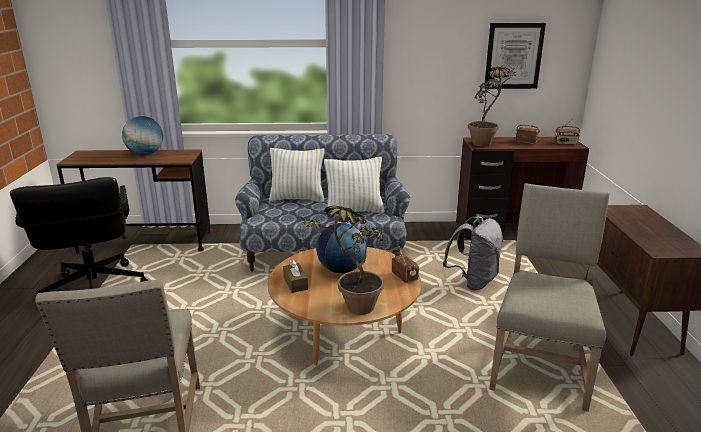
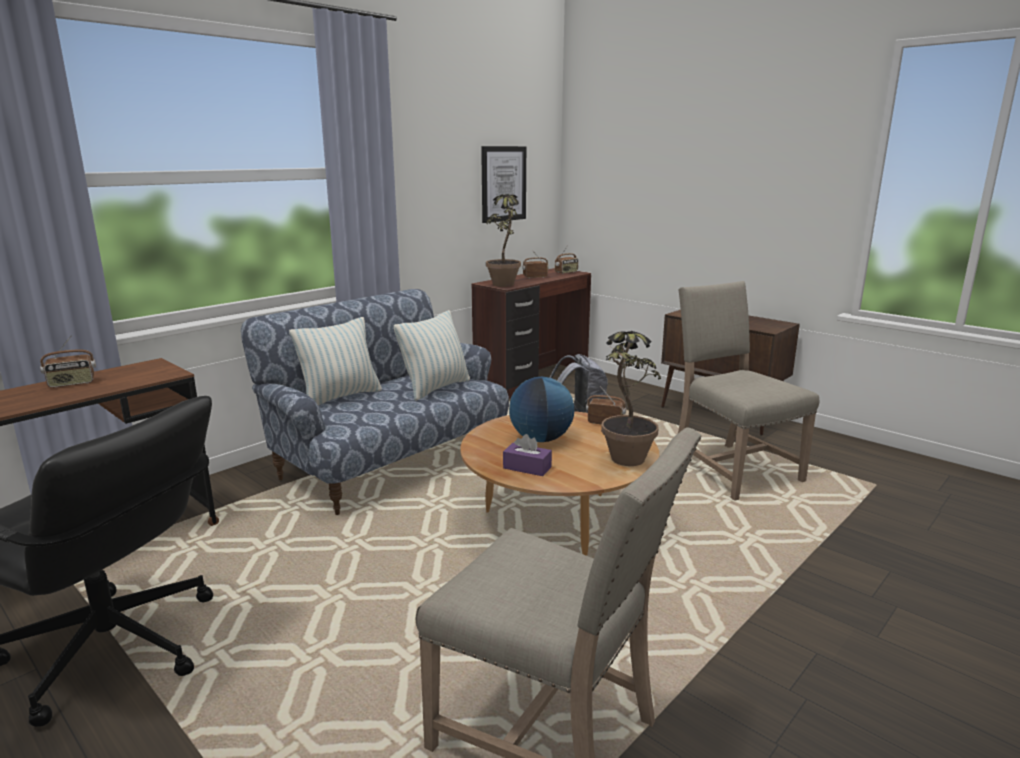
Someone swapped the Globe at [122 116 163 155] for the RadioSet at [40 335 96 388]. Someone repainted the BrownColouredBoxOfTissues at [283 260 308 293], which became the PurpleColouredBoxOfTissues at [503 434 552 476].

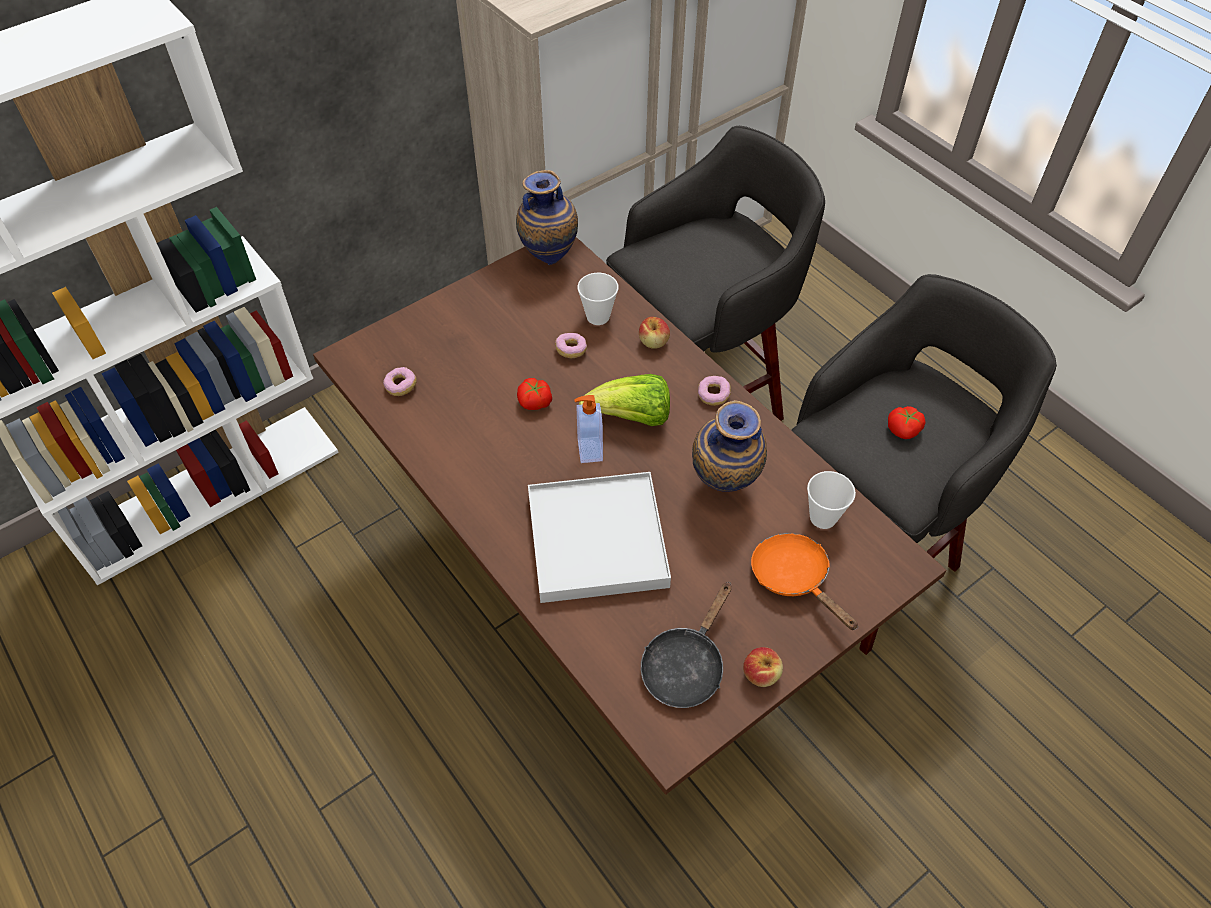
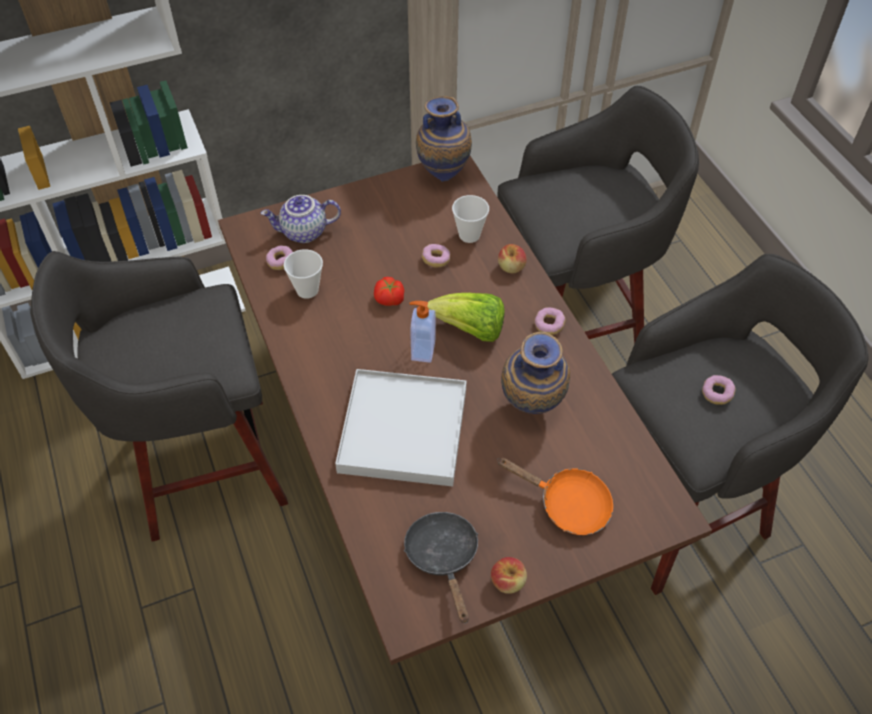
Someone swapped the FreshTomato at [888 406 926 439] for the RingDoughnut at [702 375 736 405]. Someone carried the SmallCup from [807 471 856 529] to [284 249 323 299]. Someone rotated the OrangePan at [751 533 858 630] by 135 degrees clockwise. Someone rotated the BlackPan at [641 582 731 708] by 120 degrees clockwise. Someone put down the TeaPot at [261 195 341 243]. Someone put down the GreyishSittingStool at [30 251 288 542].

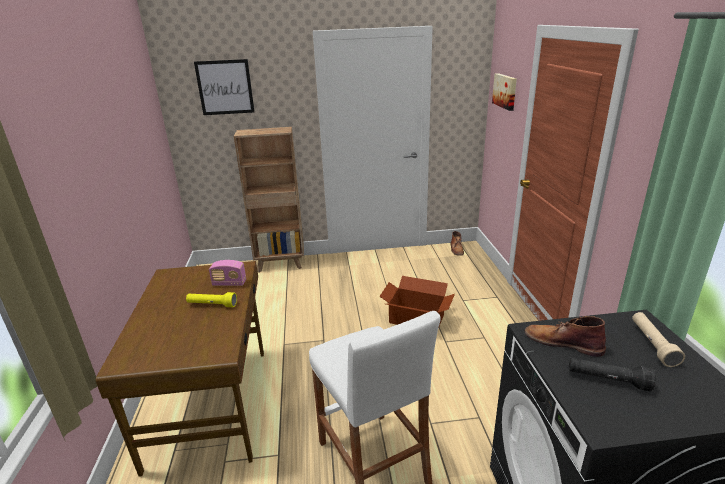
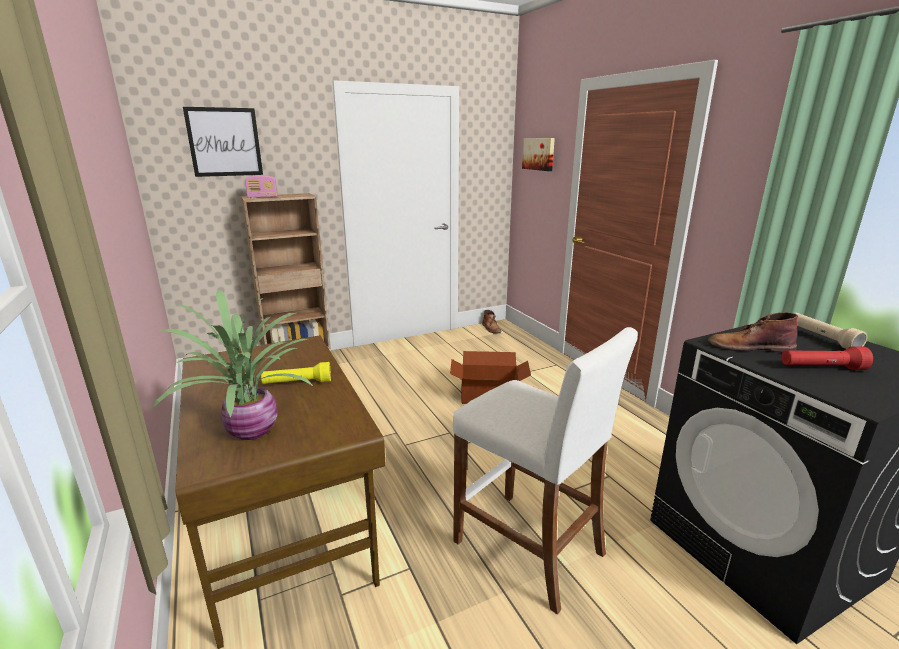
Someone carried the RadioSet from [209 260 246 286] to [245 175 278 198]. Someone repainted the BlackHandTorch at [569 358 655 392], which became the RedHandTorch at [781 346 873 370]. Someone put down the Houseplant at [152 290 314 440].

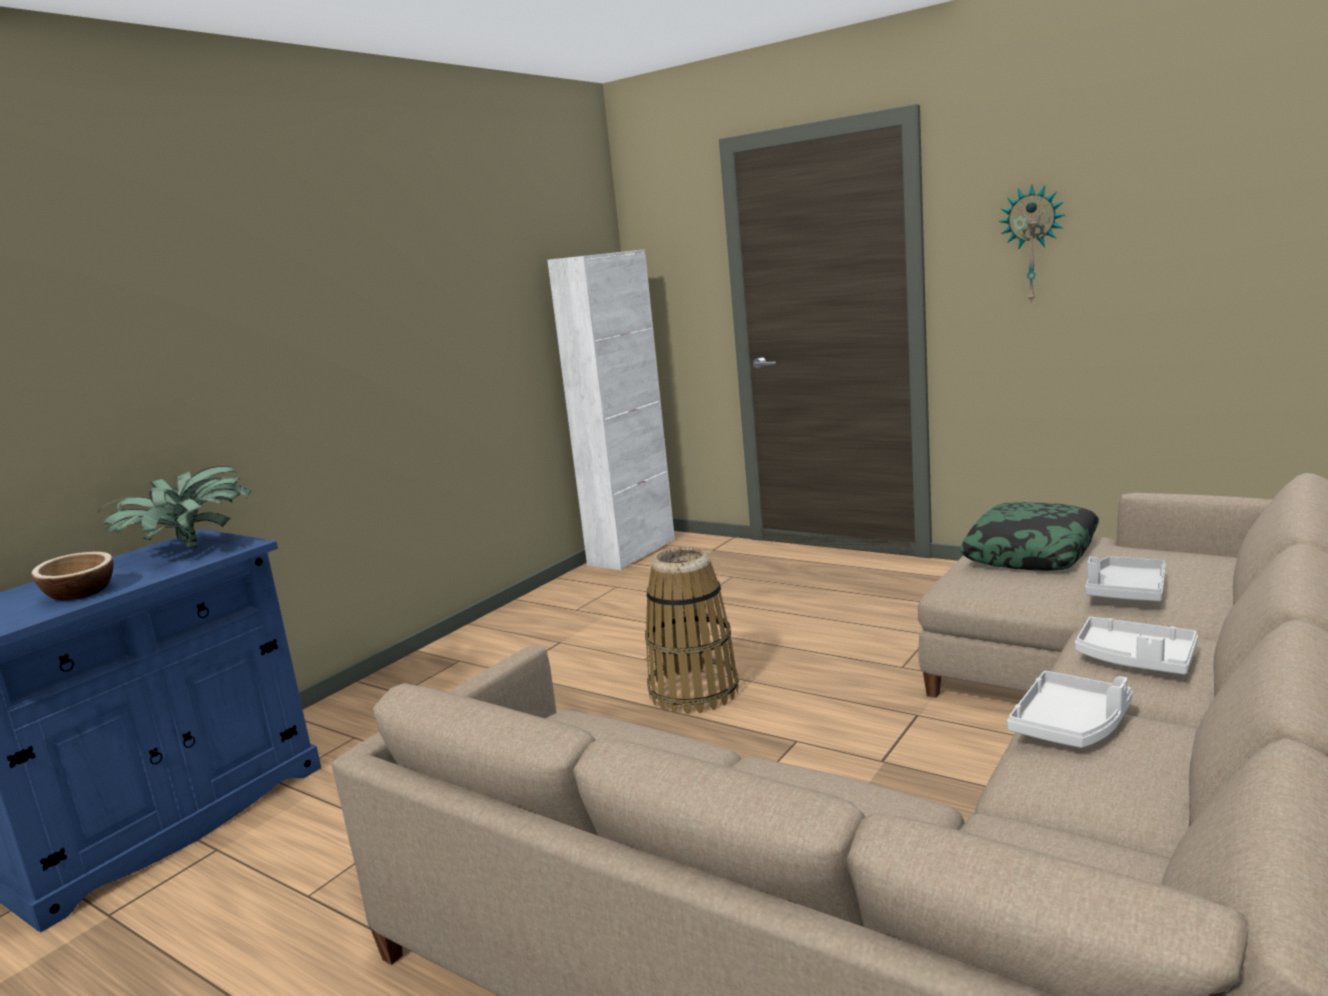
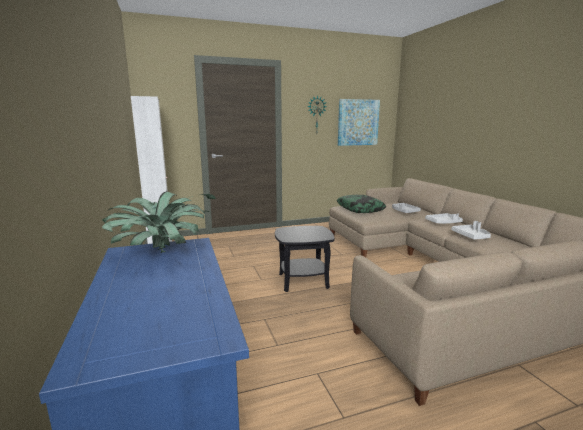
Someone swapped the StorageBasket at [645 547 739 714] for the BlackAccentTable at [275 226 334 292]. Someone took away the ServingBowl at [31 552 113 601]. Someone put up the Picture at [338 99 380 146].

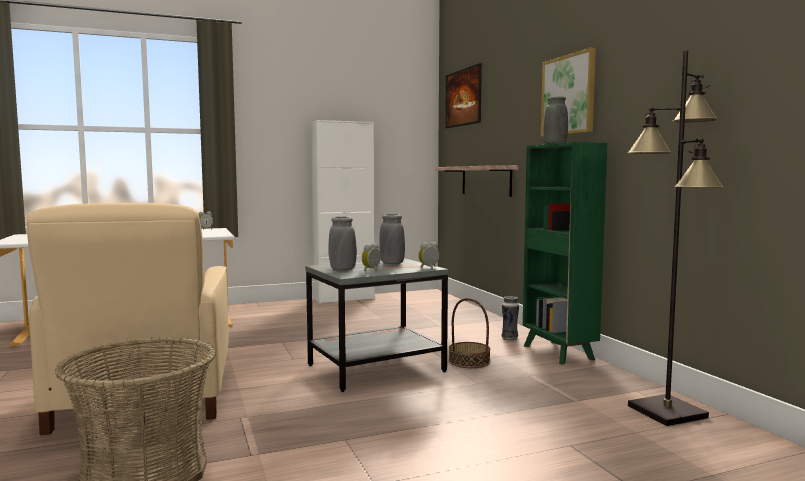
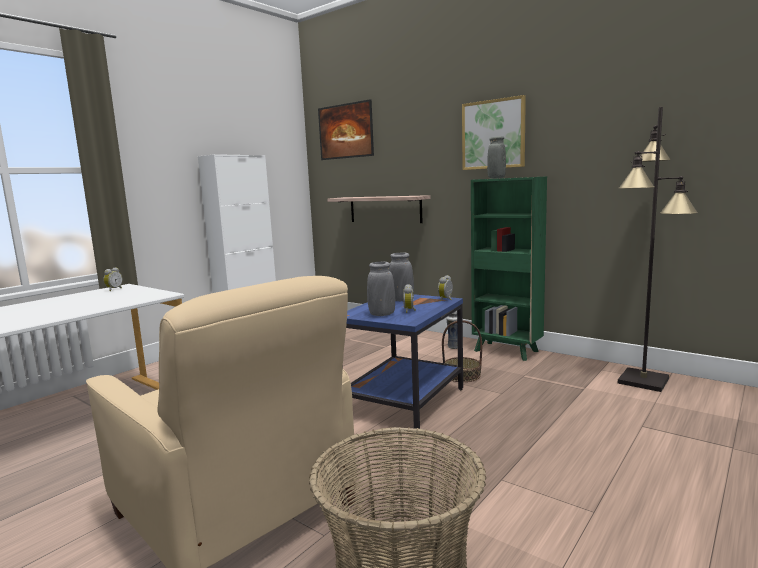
Someone repainted the GreyishAccentTable at [305 258 448 392], which became the BluishAccentTable at [346 294 463 429].

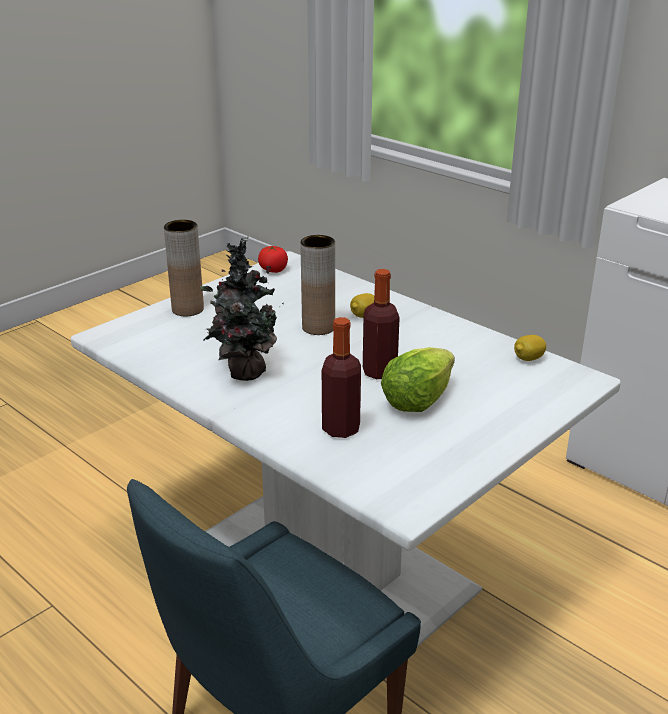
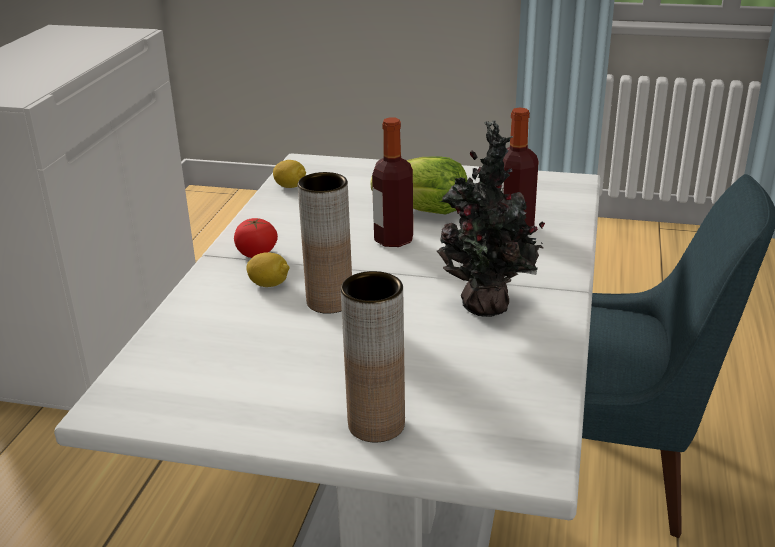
Someone carried the FreshTomato from [258 246 288 273] to [234 218 278 258].

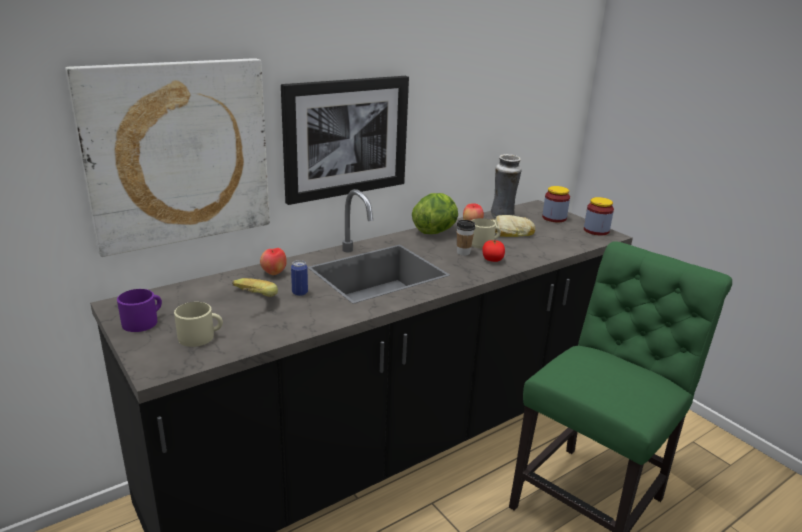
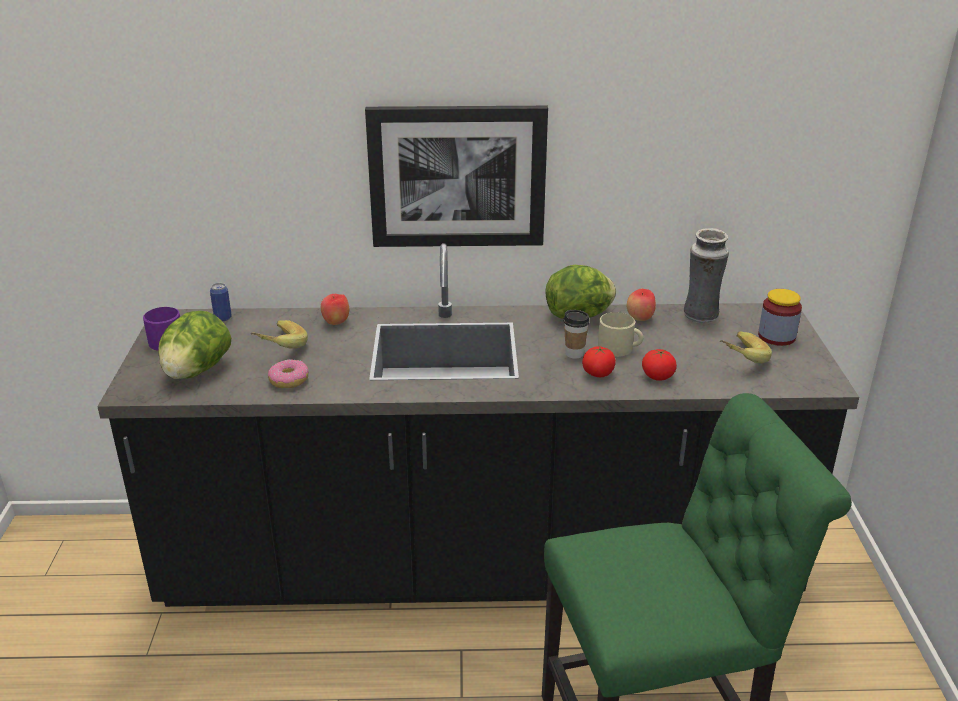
Someone took away the Picture at [65 58 270 257]. Someone took away the StorageJar at [584 197 614 236]. Someone took away the Bread at [492 215 536 237]. Someone carried the MetalCan from [291 260 308 296] to [210 283 232 321]. Someone swapped the SandColouredMug at [174 302 223 347] for the LettuceHead at [159 311 231 379]. Someone put down the BananaFruit at [720 331 772 363]. Someone put down the FreshTomato at [642 349 677 381]. Someone put down the RingDoughnut at [268 359 309 388].

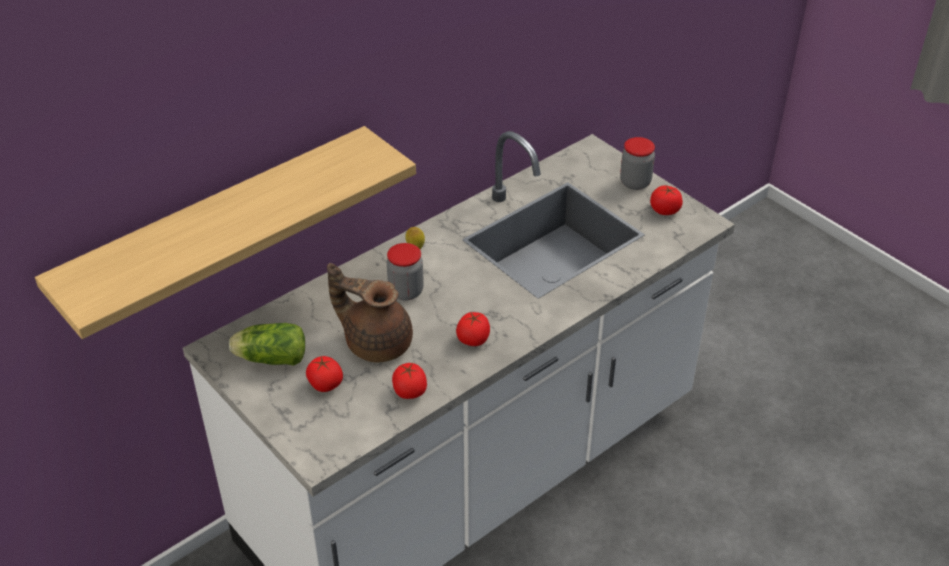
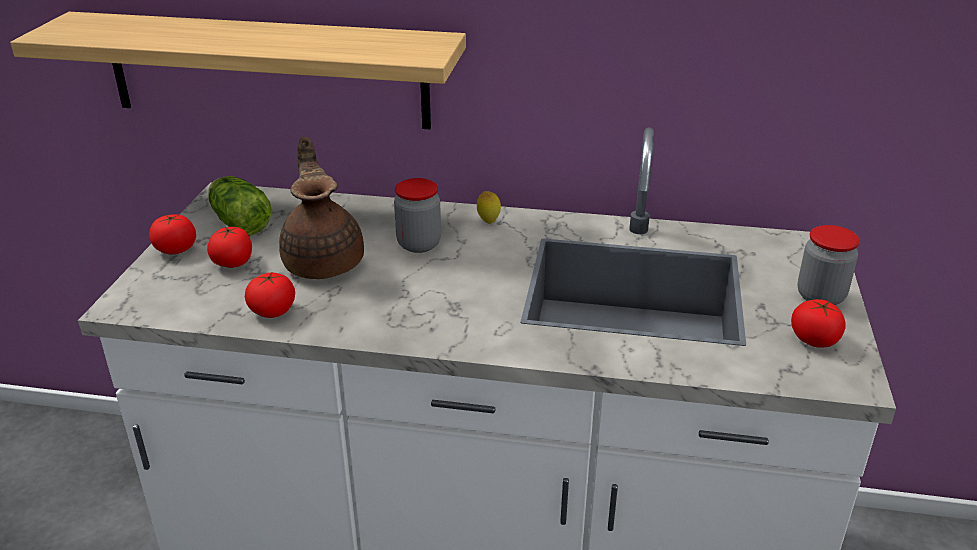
Someone carried the FreshTomato from [456 312 490 346] to [149 214 196 255].

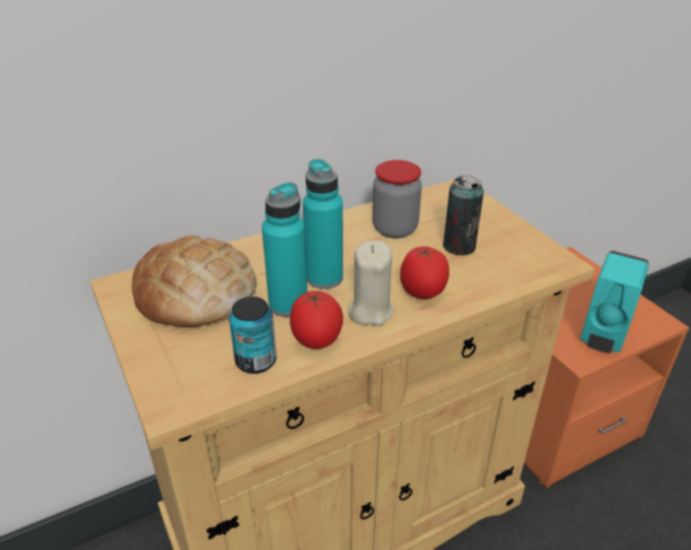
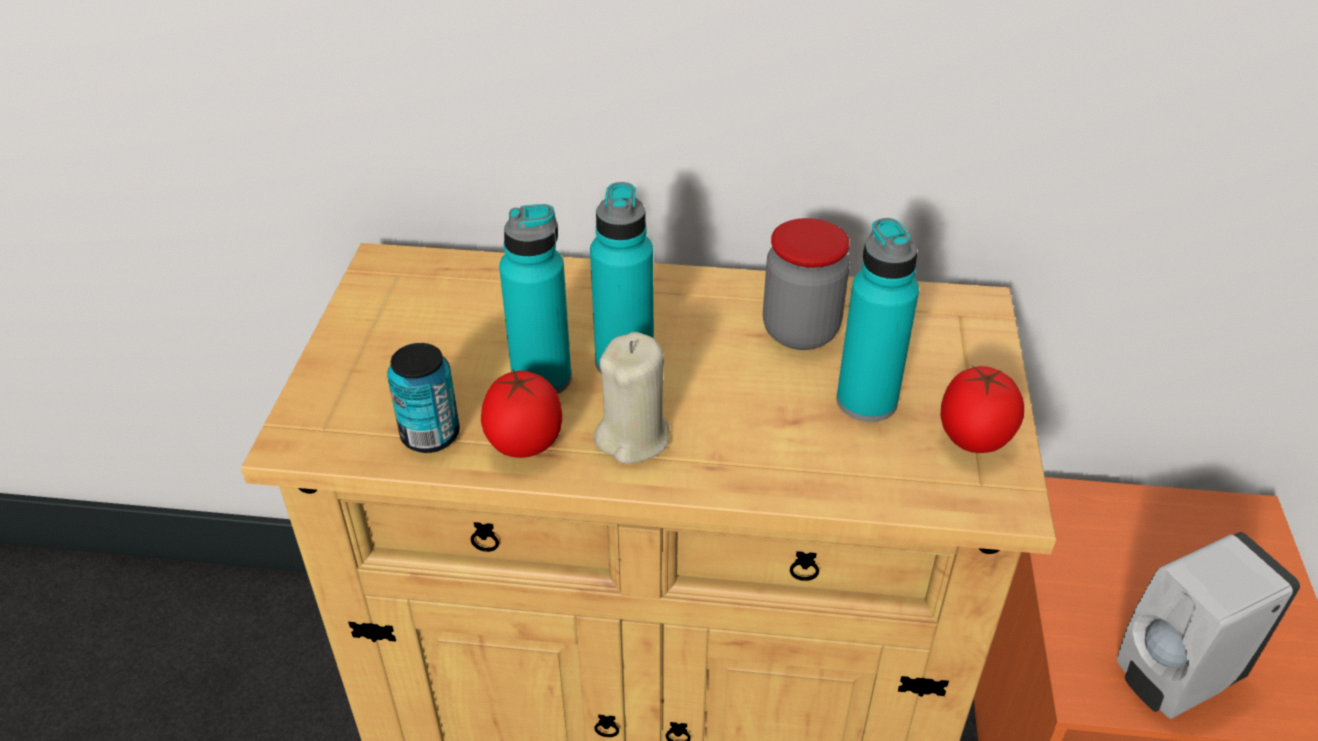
Someone swapped the MetalCan at [443 175 484 256] for the TurquoiseColouredBeverageBottle at [836 218 919 422]. Someone took away the Bread at [132 235 256 327]. Someone carried the FreshTomato from [400 246 449 299] to [941 366 1024 453]. Someone repainted the TurquoiseColouredSoapBottle at [581 251 649 353], which became the WhitishSoapBottle at [1117 532 1300 719].

